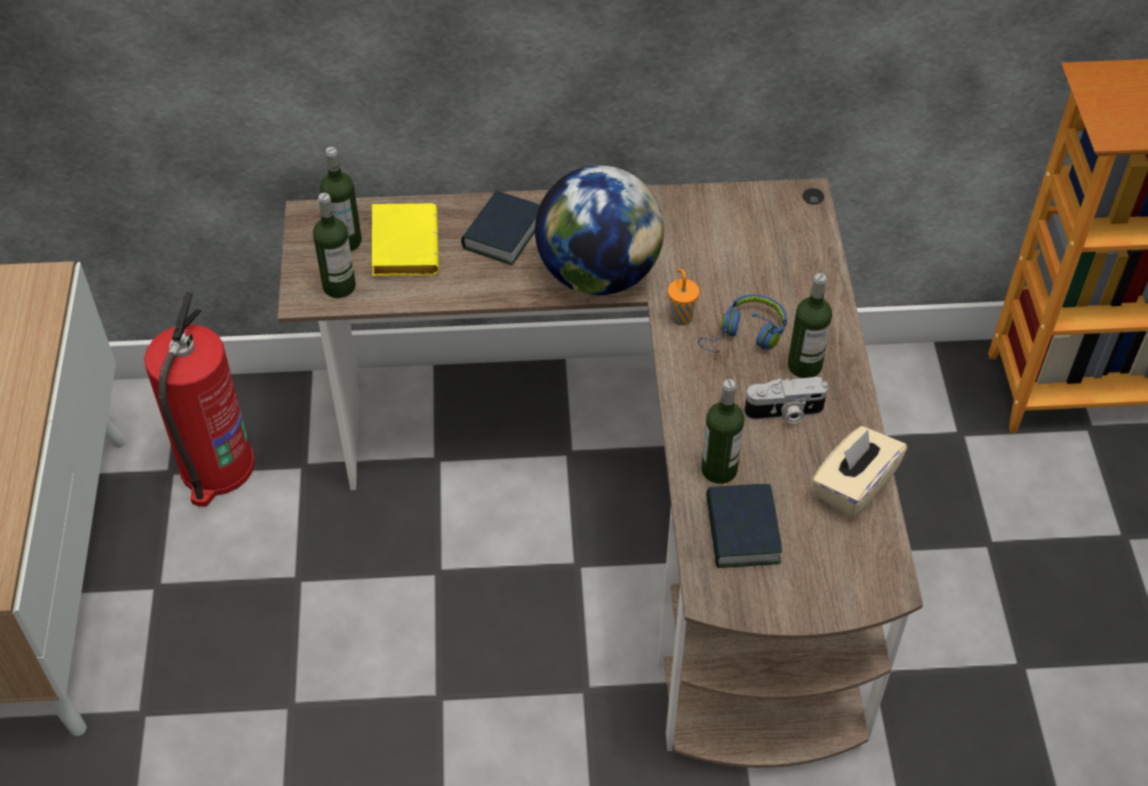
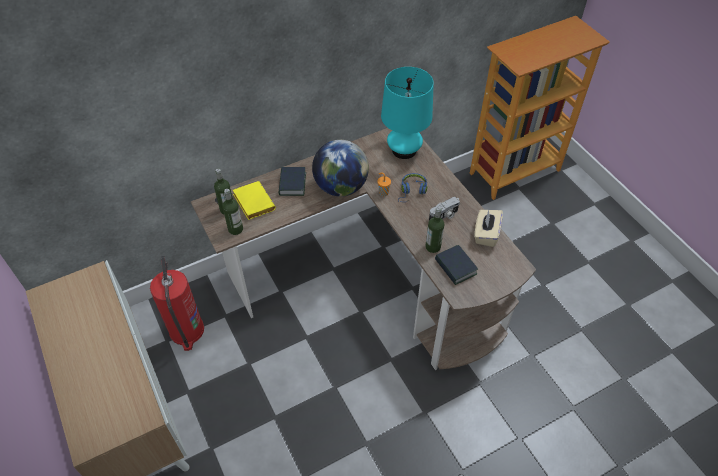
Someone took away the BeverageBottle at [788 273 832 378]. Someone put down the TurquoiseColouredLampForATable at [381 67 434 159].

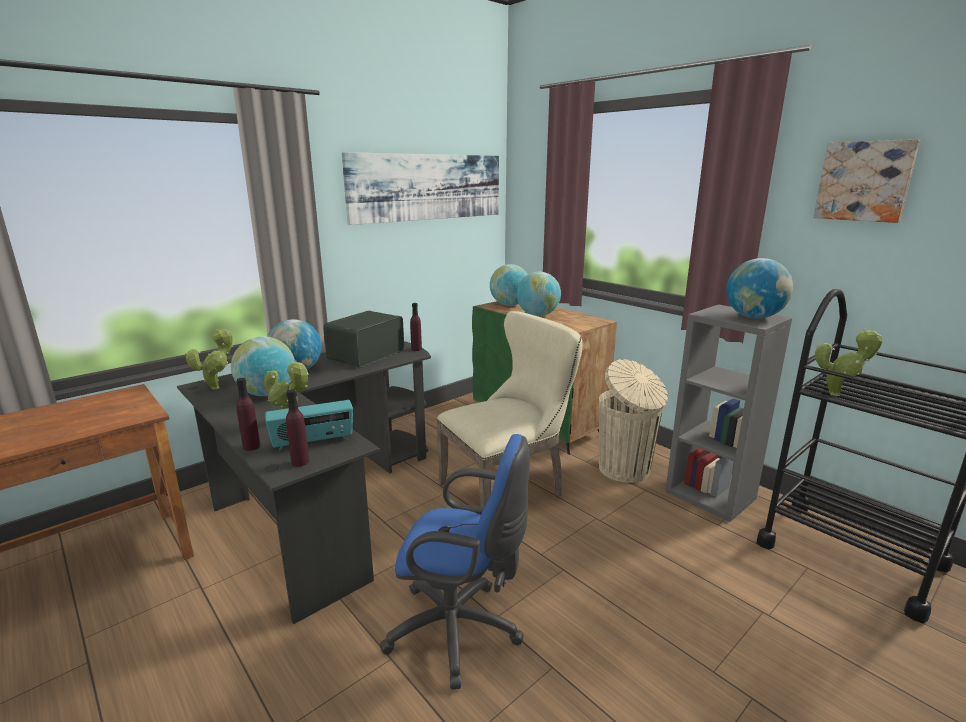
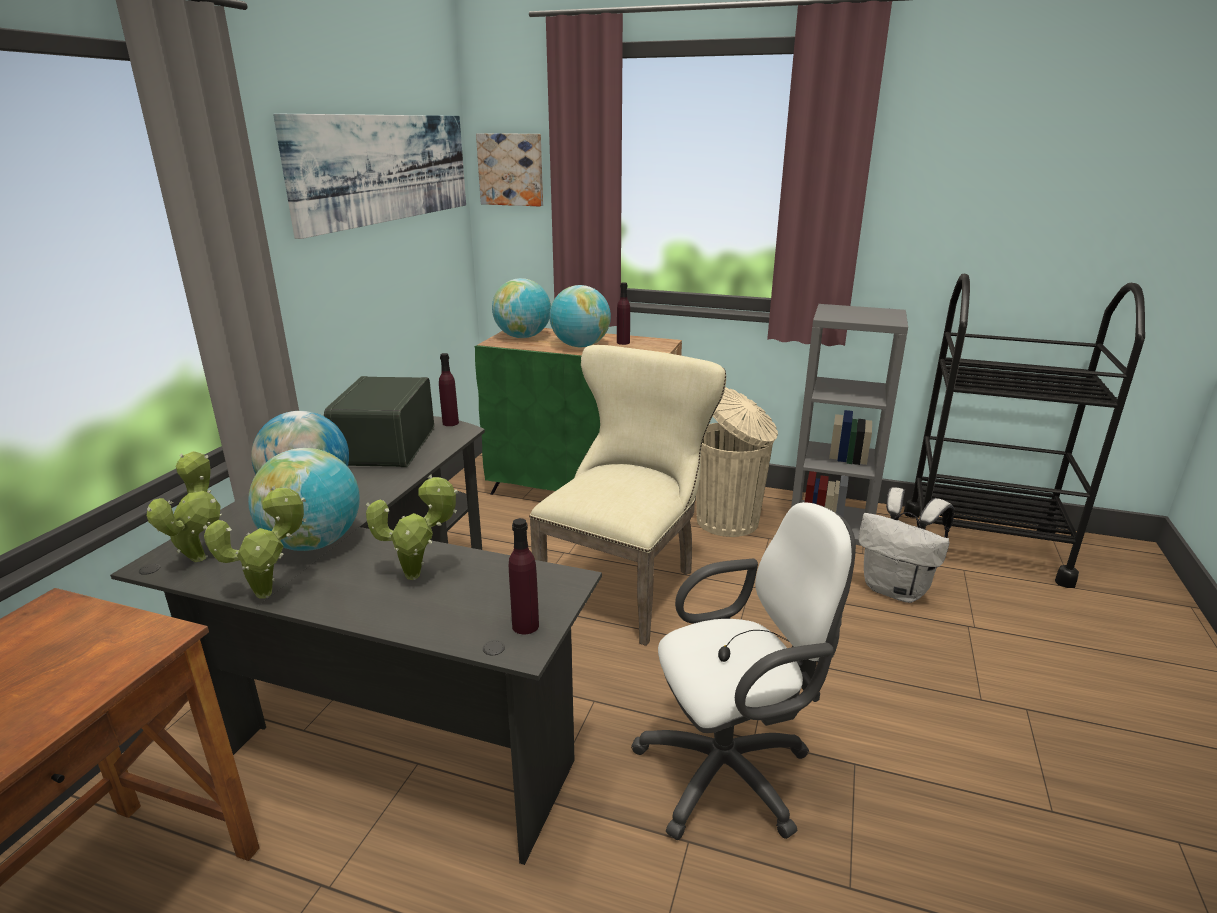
Someone carried the Picture from [813 140 920 223] to [476 133 543 207]. Someone took away the Globe at [726 258 793 318]. Someone carried the Houseplant from [815 329 882 396] to [203 486 306 599]. Someone carried the PurpleColouredBeverageBottle from [236 378 261 451] to [617 282 630 345]. Someone took away the RadioSet at [265 400 353 451]. Someone repainted the BluishComputerChair at [380 434 530 689], which became the WhitishComputerChair at [631 502 856 840]. Someone put down the WhitishBackpack at [858 488 955 603].

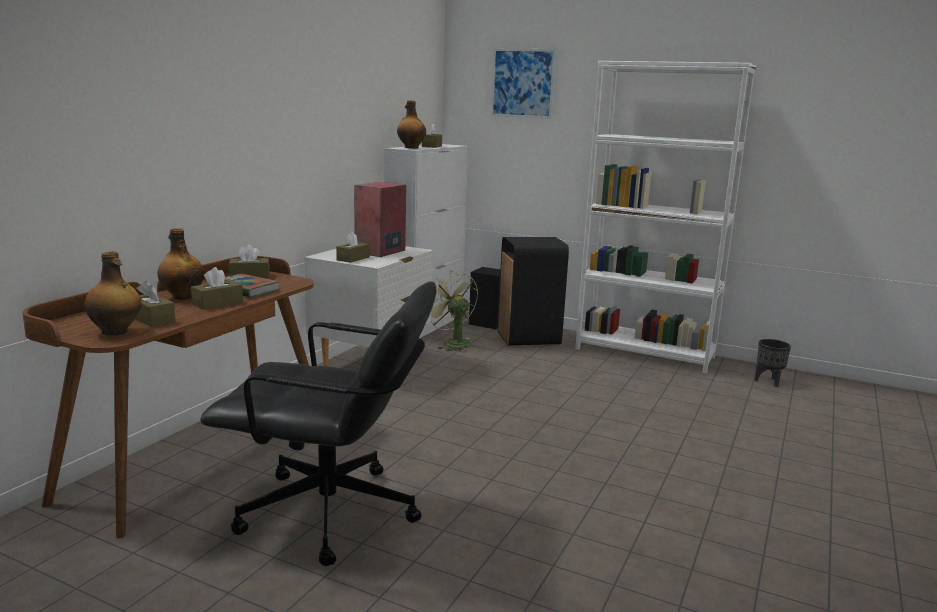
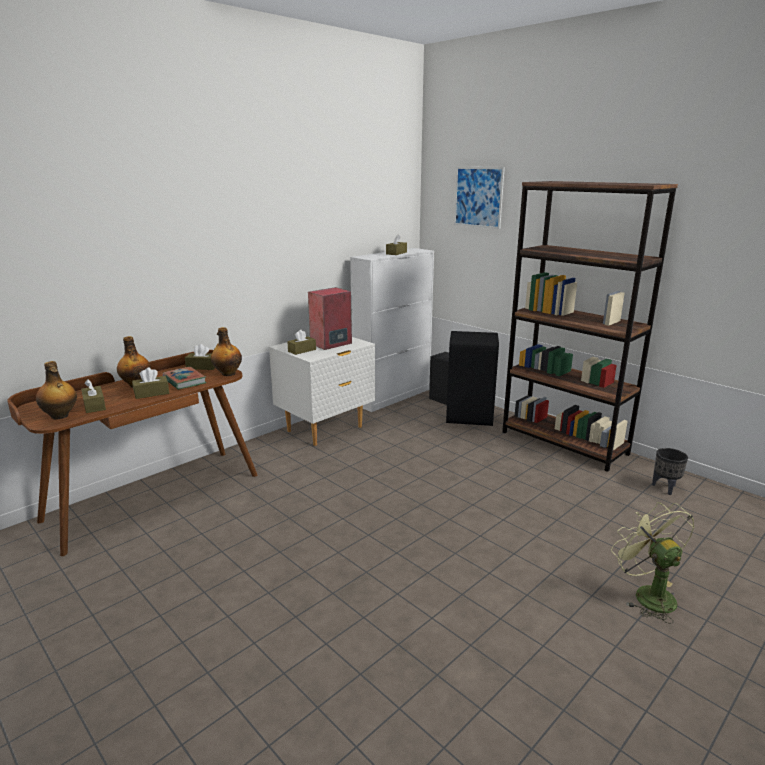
Someone repainted the WhitishBookshelf at [575 61 756 374], which became the BrownColouredBookshelf at [502 181 678 472]. Someone carried the BeverageBottle from [397 101 426 148] to [211 327 242 376]. Someone carried the GreenColouredCoolingFan from [430 271 478 352] to [611 502 694 624]. Someone took away the BlackComputerChair at [200 281 437 566].

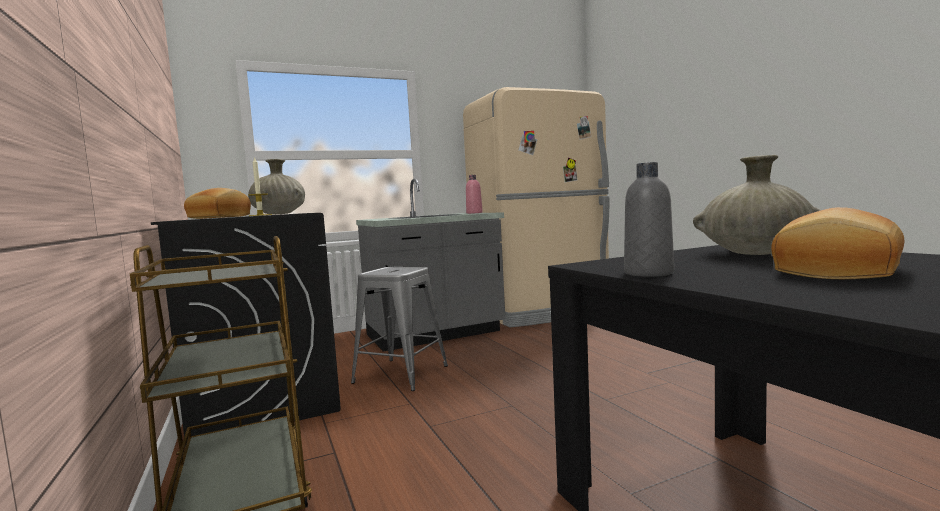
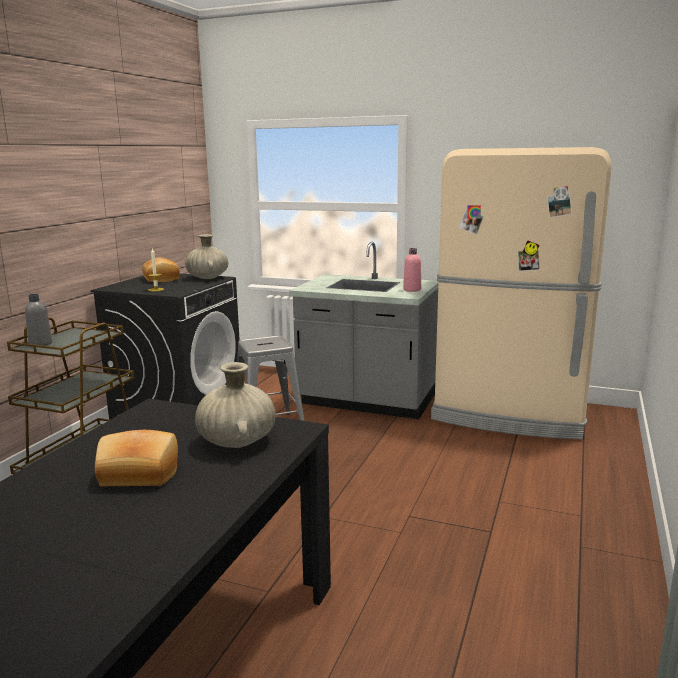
Someone carried the GreyishBeverageBottle from [624 162 674 277] to [25 294 52 346].

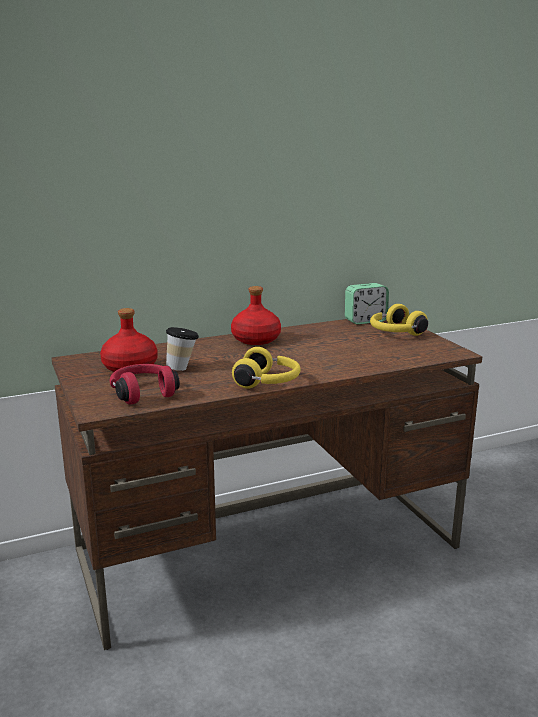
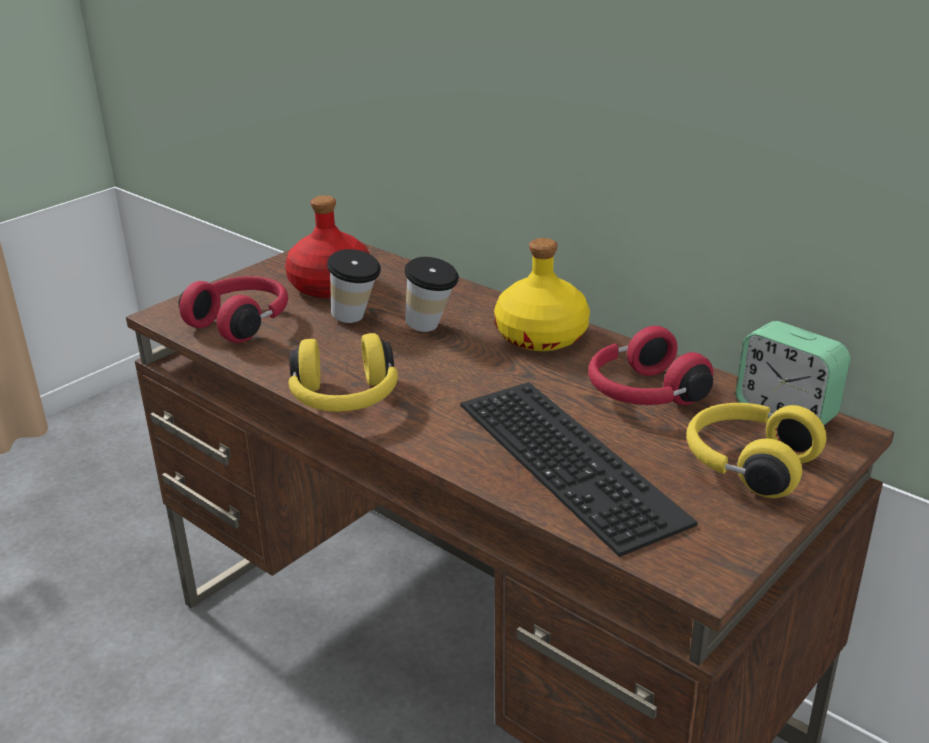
Someone repainted the RedBeverageBottle at [231 286 281 345], which became the YellowBeverageBottle at [494 238 590 351]. Someone put down the SmallCup at [405 257 459 332]. Someone put down the RedHeadset at [588 326 713 405]. Someone put down the PcKeyboard at [461 382 698 557].

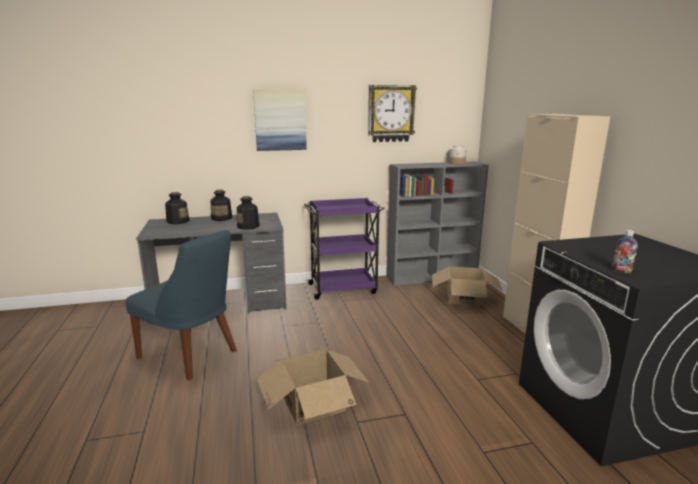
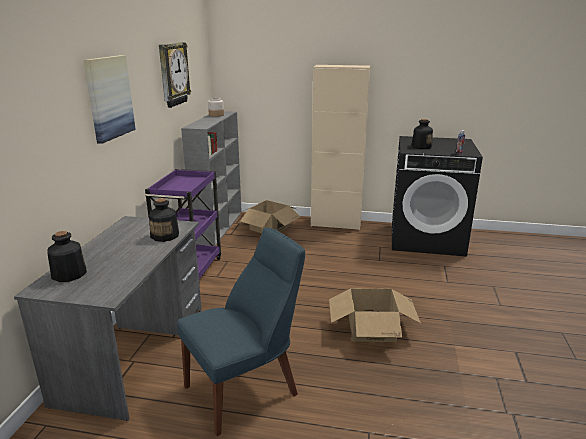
Someone carried the BeverageBottle from [211 189 232 221] to [411 119 433 149].

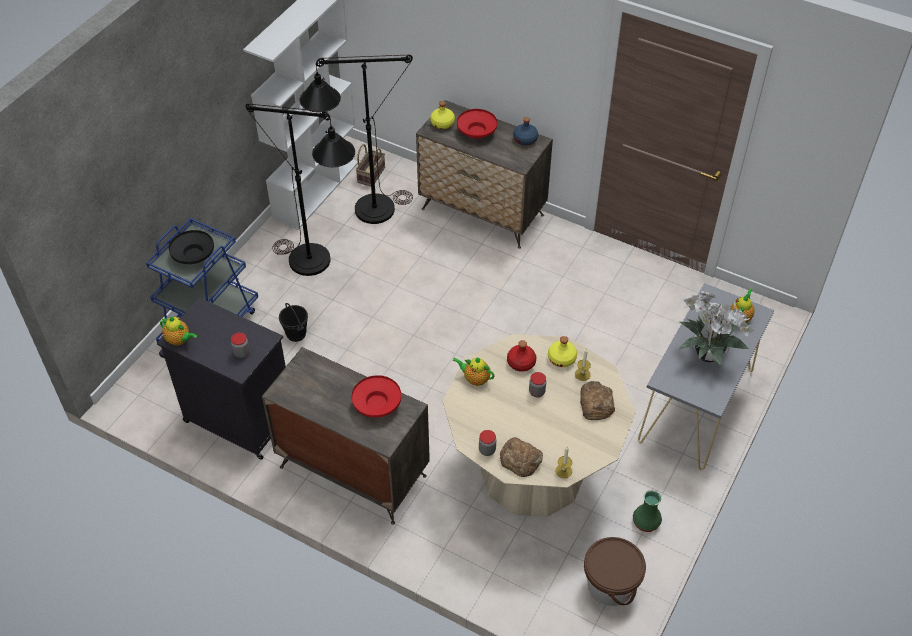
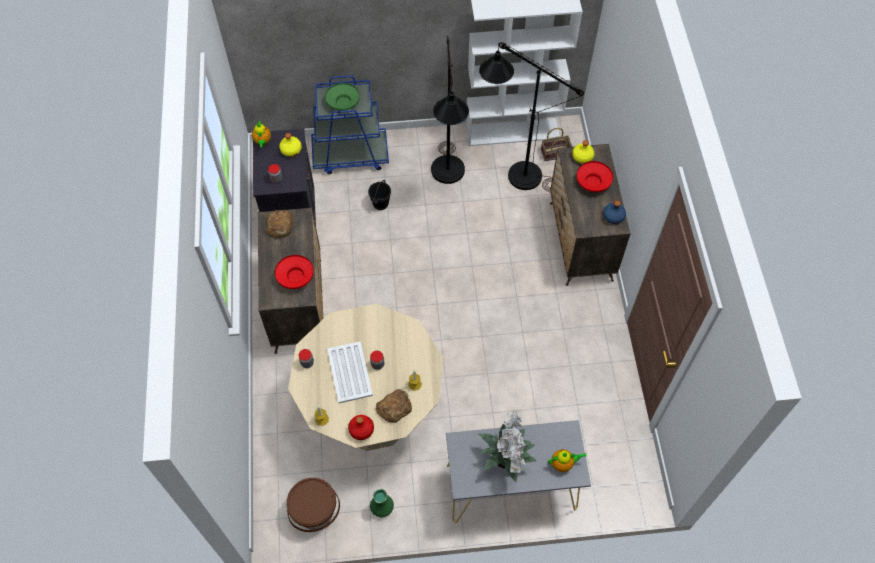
Someone repainted the BlackServingBowl at [169 230 214 264], which became the GreenColouredServingBowl at [325 83 359 111]. Someone carried the YellowBeverageBottle from [548 336 577 367] to [279 133 302 157]. Someone carried the RedBeverageBottle from [507 340 536 372] to [348 415 374 440]. Someone took away the TeaPot at [452 357 495 386]. Someone carried the Bread from [500 437 543 477] to [266 210 292 238]. Someone put down the WhitishTray at [327 341 373 403].

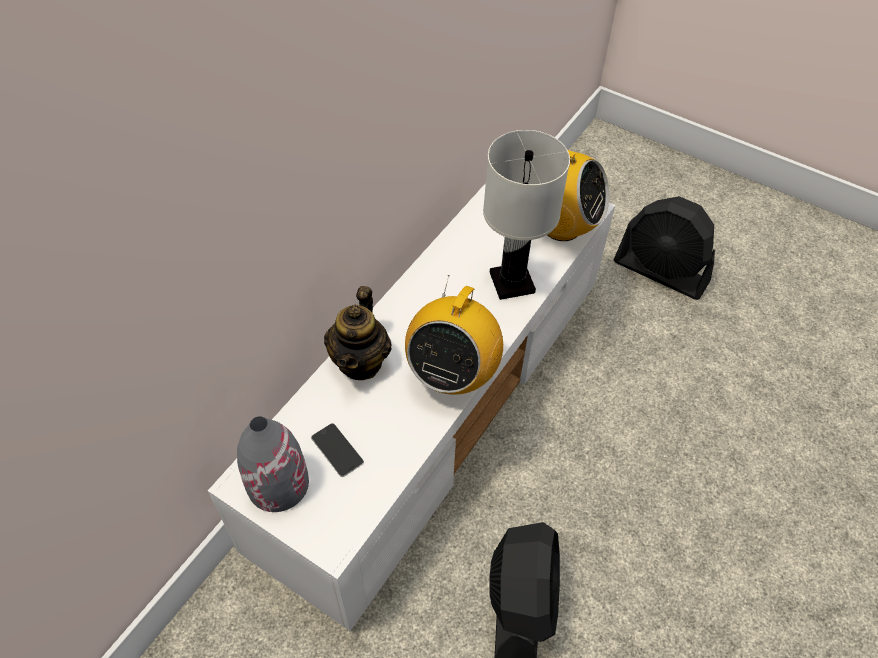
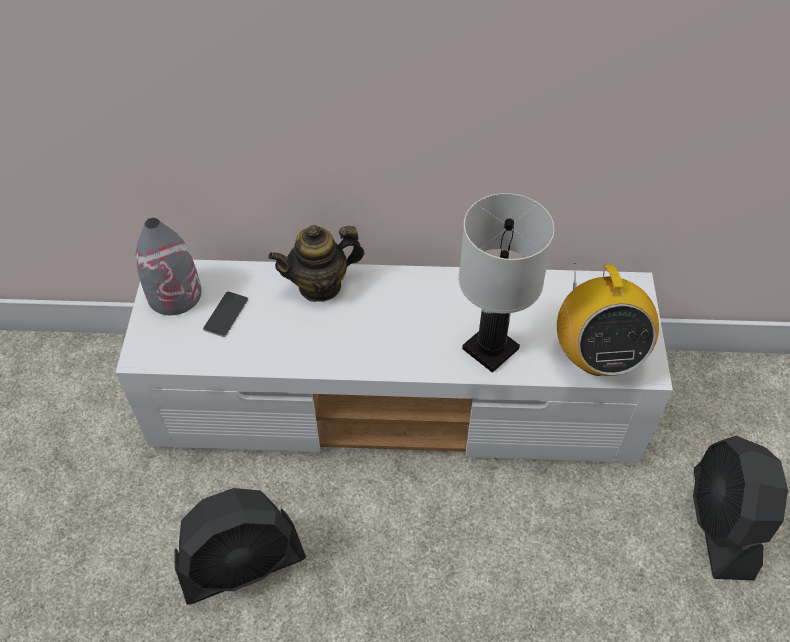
Someone took away the RadioSet at [405 275 503 395].

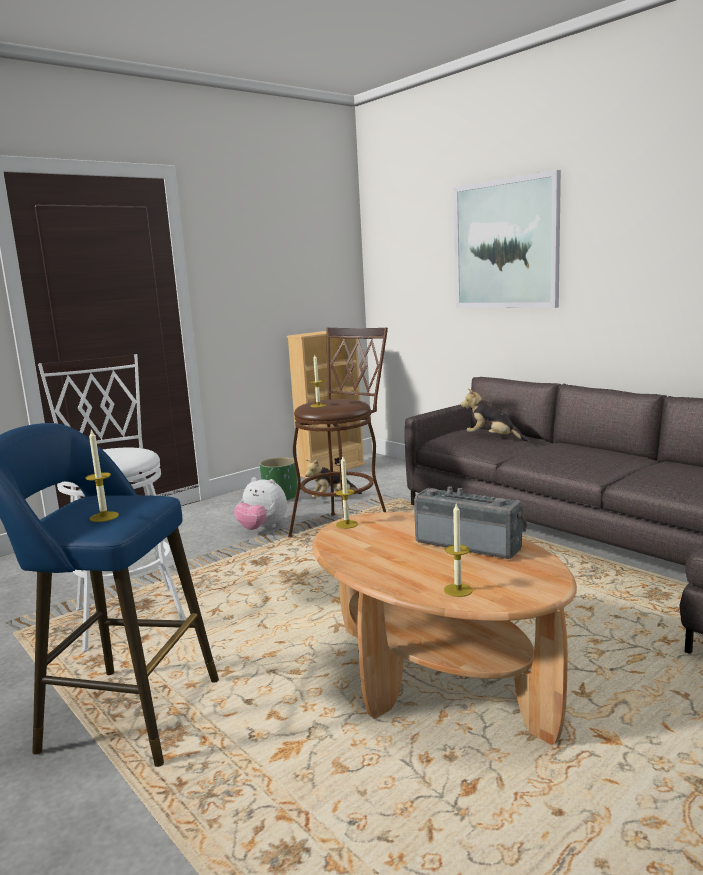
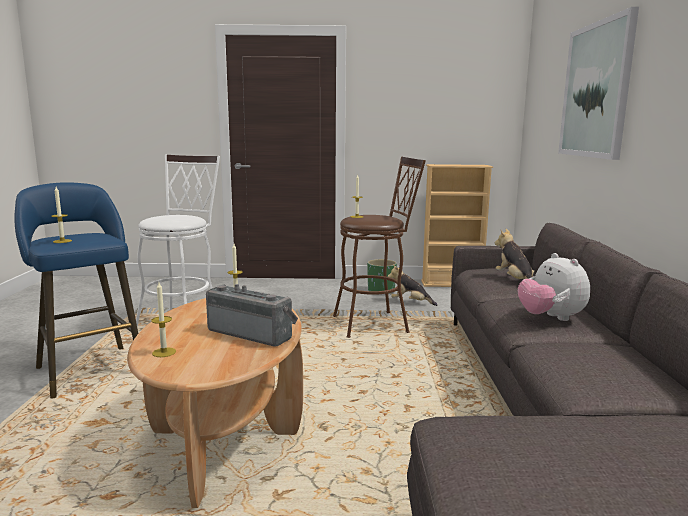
Someone carried the PlushToy from [234 477 287 530] to [518 253 590 321]. Someone rotated the RadioSet at [414 487 528 559] by 45 degrees counterclockwise.

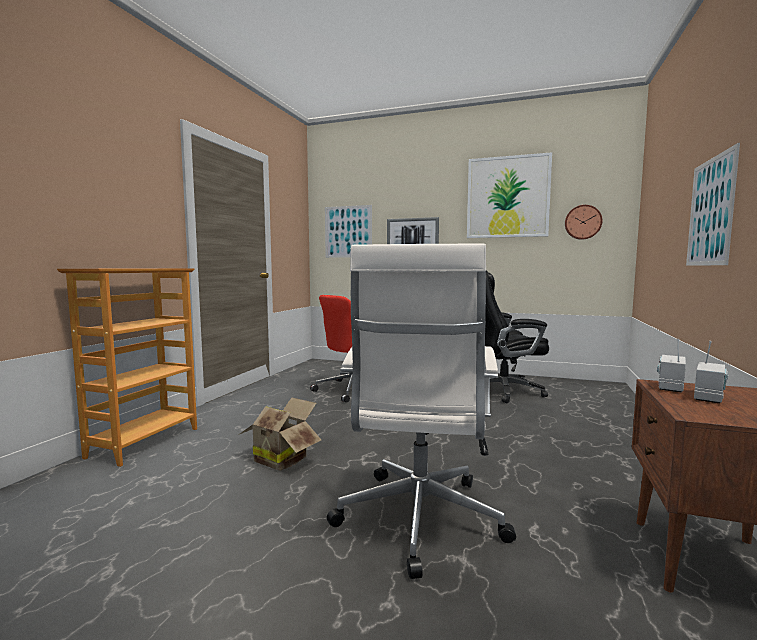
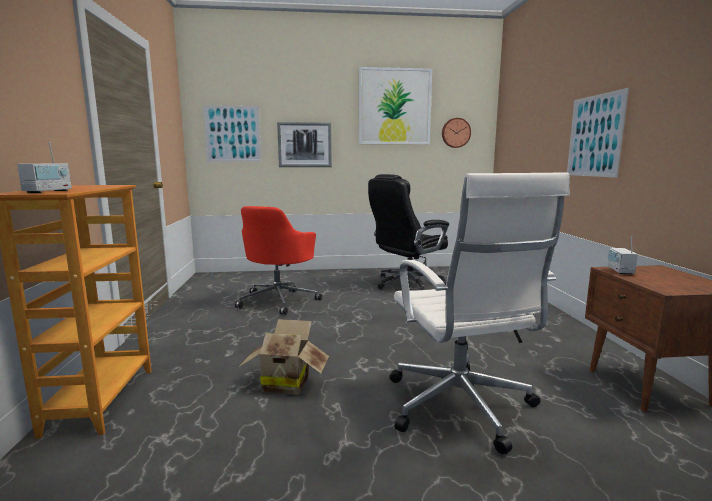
Someone carried the RadioSet from [694 341 728 403] to [17 142 72 193].

